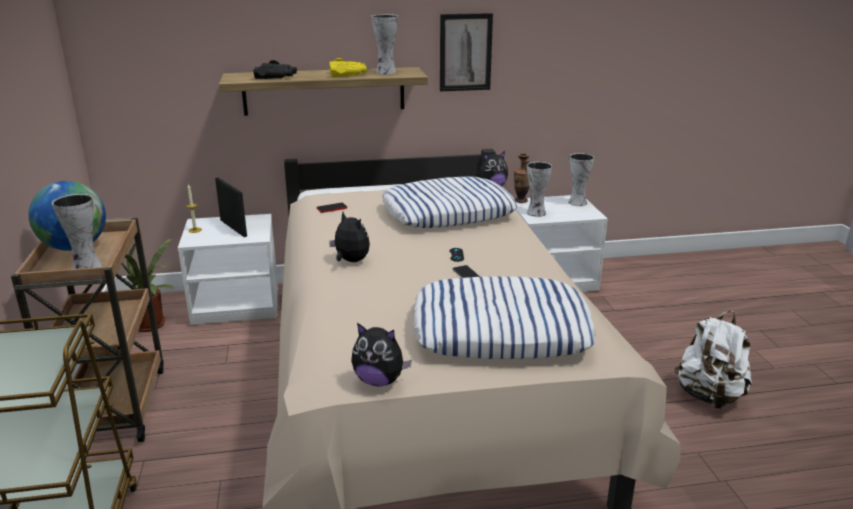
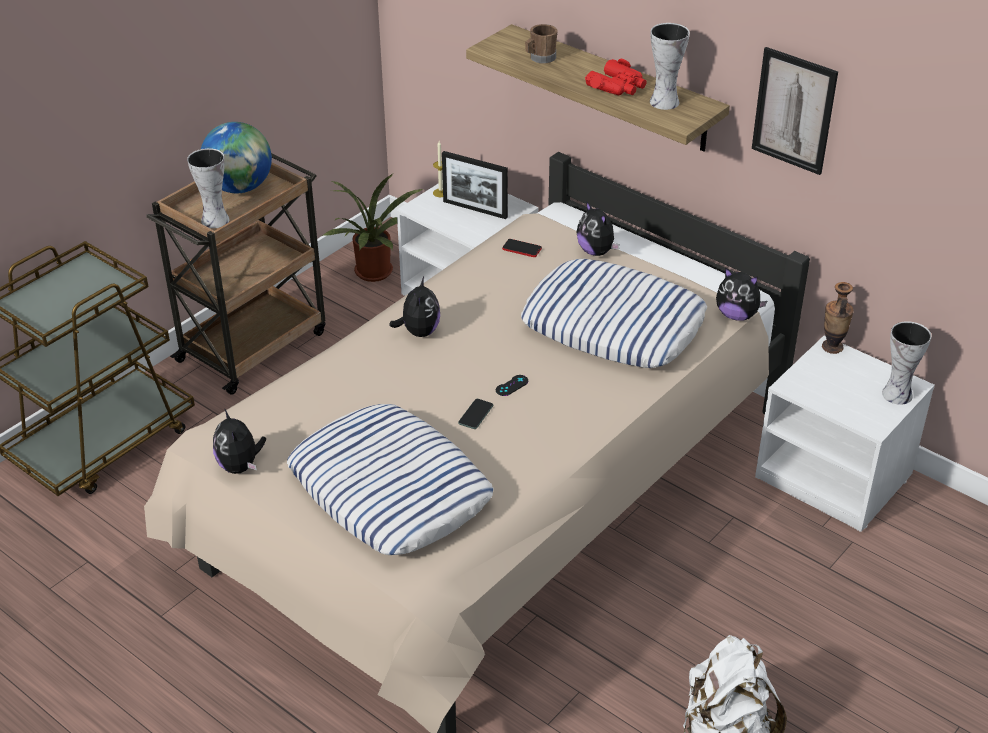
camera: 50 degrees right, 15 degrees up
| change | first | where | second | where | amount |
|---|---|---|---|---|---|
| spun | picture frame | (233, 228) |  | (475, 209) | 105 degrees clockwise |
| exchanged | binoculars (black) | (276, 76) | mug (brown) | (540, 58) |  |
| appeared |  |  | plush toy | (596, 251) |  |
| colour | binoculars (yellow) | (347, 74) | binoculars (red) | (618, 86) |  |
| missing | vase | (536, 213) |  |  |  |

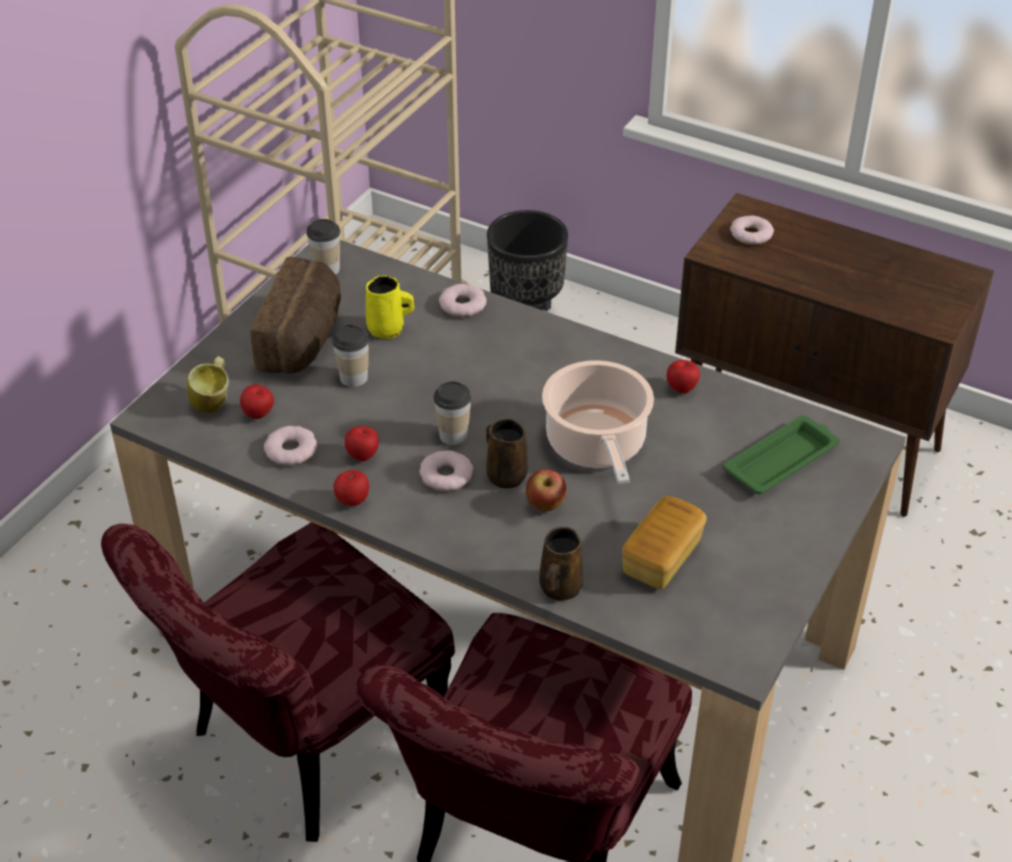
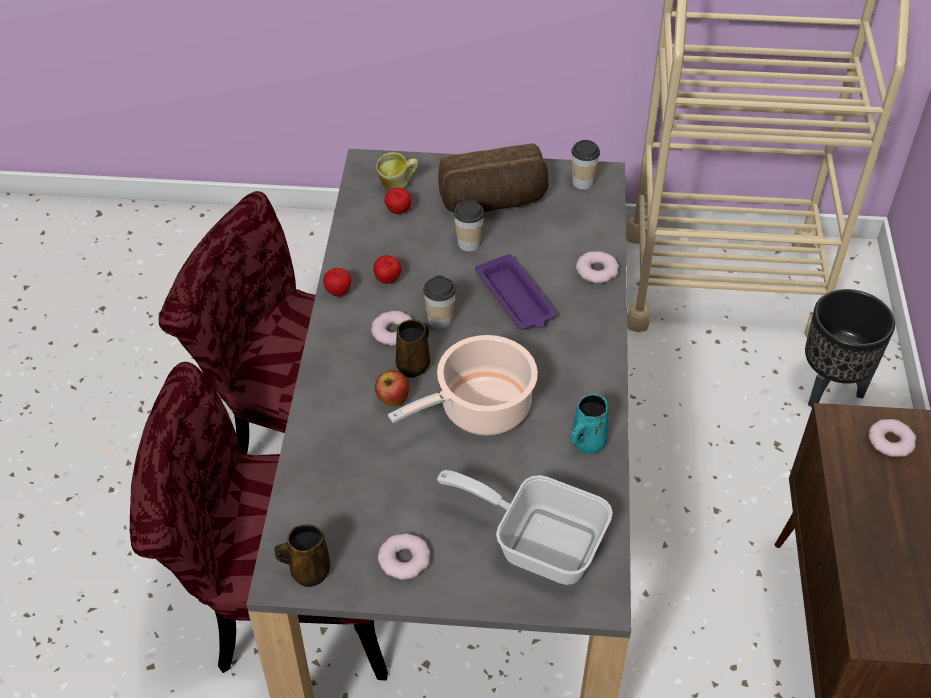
camera: 65 degrees right, 5 degrees up
| change | first | where | second | where | amount |
|---|---|---|---|---|---|
| relocated | mug (brown) | (559, 588) |  | (308, 571) |  |
| relocated | donut | (291, 450) |  | (404, 559) |  |
| exchanged | tray (green) | (782, 460) | frying pan | (538, 541) |  |
| appeared |  |  | tray (purple) | (516, 299) |  |
| exchanged | apple | (681, 389) | mug (turquoise) | (586, 443) |  |
| missing | mug (yellow) | (388, 329) |  |  |  |
| missing | bread | (662, 558) |  |  |  |

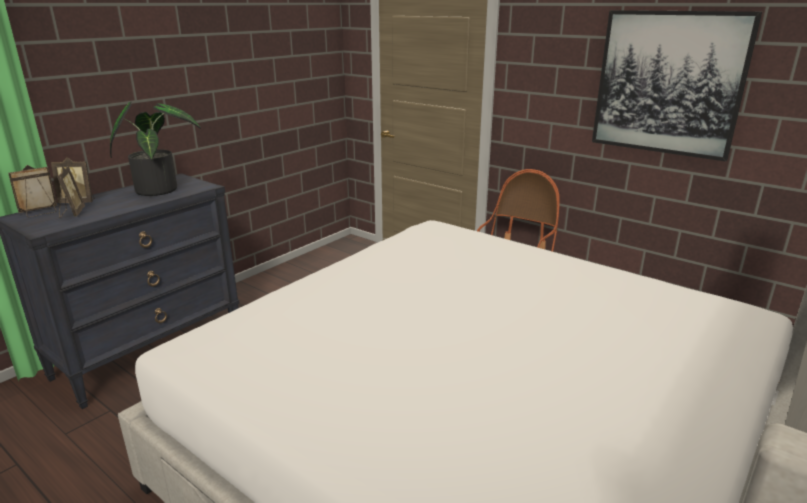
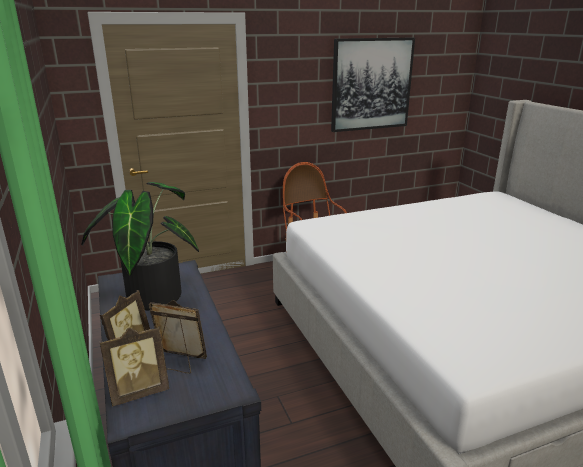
camera: 60 degrees left, 0 degrees up
| change | first | where | second | where | amount |
|---|---|---|---|---|---|
| spun | picture frame | (40, 212) |  | (139, 391) | 105 degrees counterclockwise |

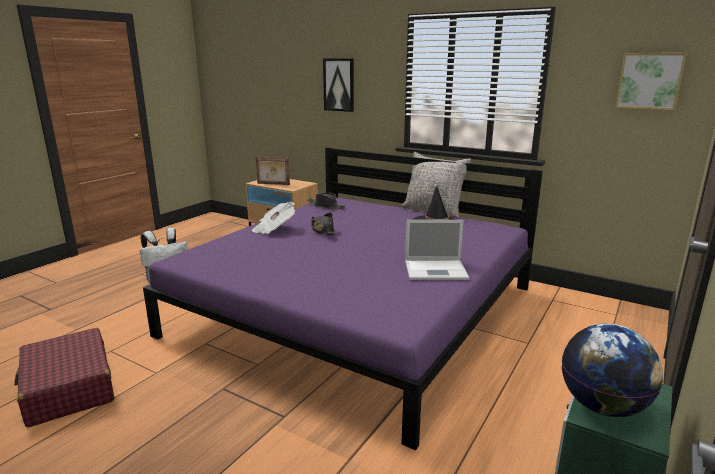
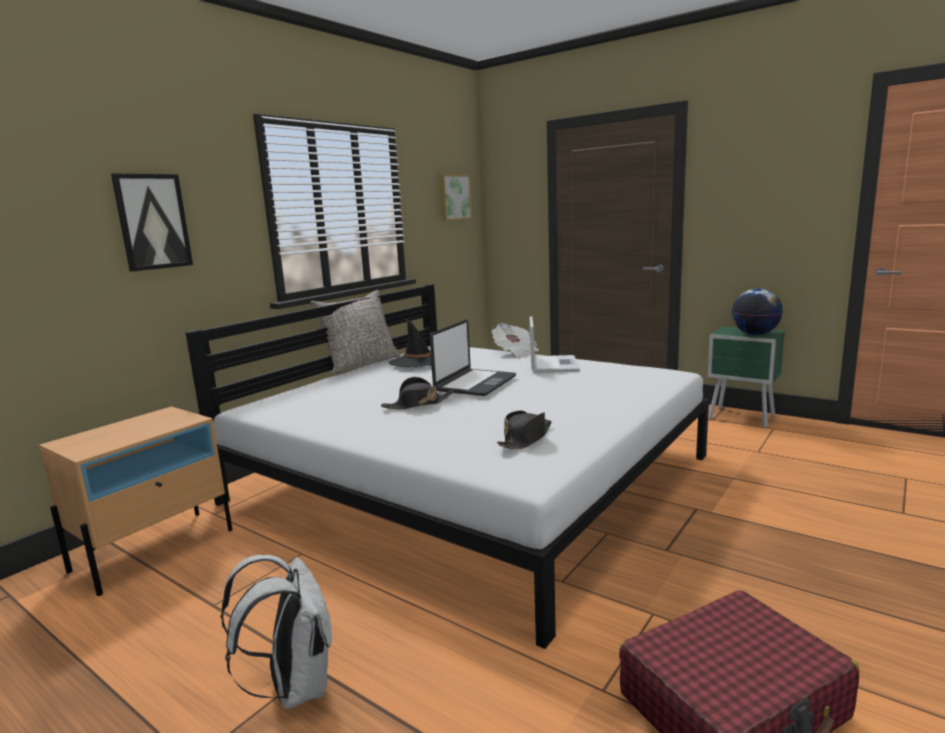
camera: 85 degrees left, 5 degrees down
| change | first | where | second | where | amount |
|---|---|---|---|---|---|
| colour | bed (purple) | (357, 310) | bed (white) | (471, 478) |  |
| appeared |  |  | laptop | (474, 383) |  |
| relocated | newspaper | (274, 229) |  | (515, 353) |  |
| relocated | hat (black) | (326, 206) |  | (525, 439) |  |
| missing | picture frame | (273, 184) |  |  |  |

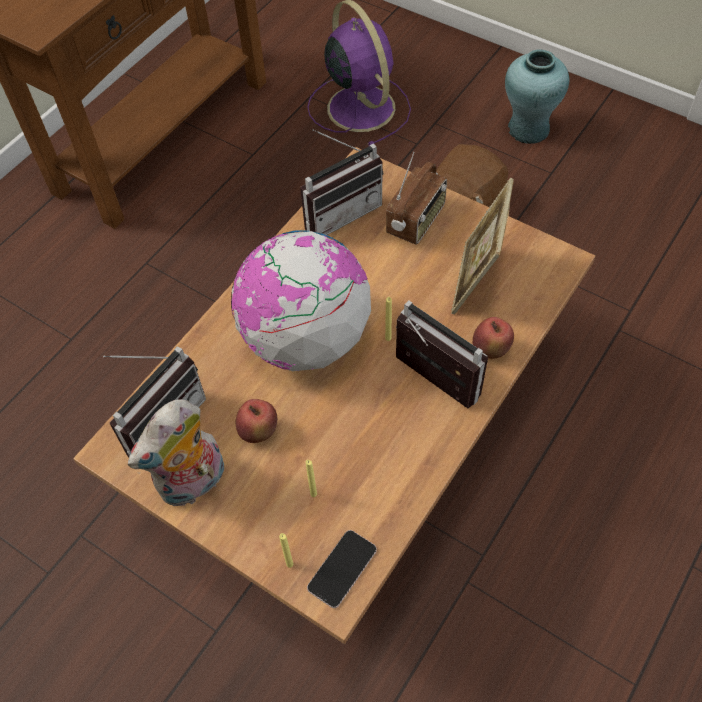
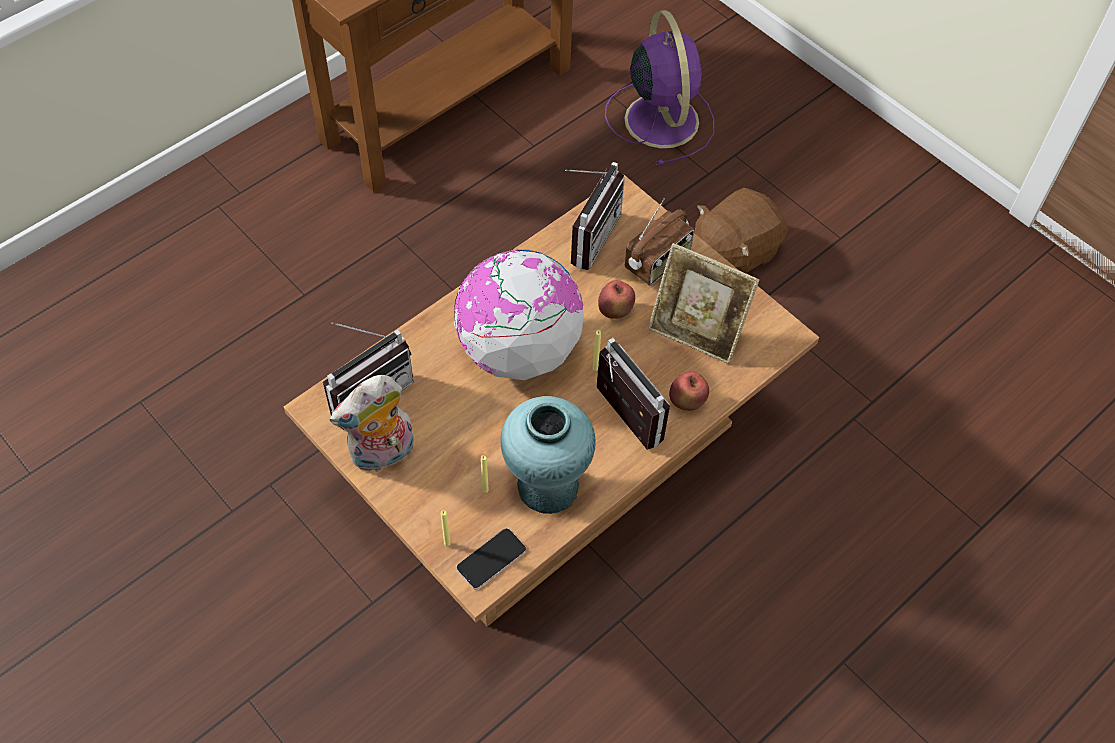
camera: 10 degrees right, 0 degrees up
| change | first | where | second | where | amount |
|---|---|---|---|---|---|
| relocated | vase (turquoise) | (528, 129) |  | (547, 487) |  |
| spun | radio | (339, 211) |  | (587, 235) | 45 degrees counterclockwise |
| relocated | apple | (259, 432) |  | (615, 311) |  |
| spun | picture frame | (476, 281) |  | (695, 334) | 90 degrees counterclockwise |

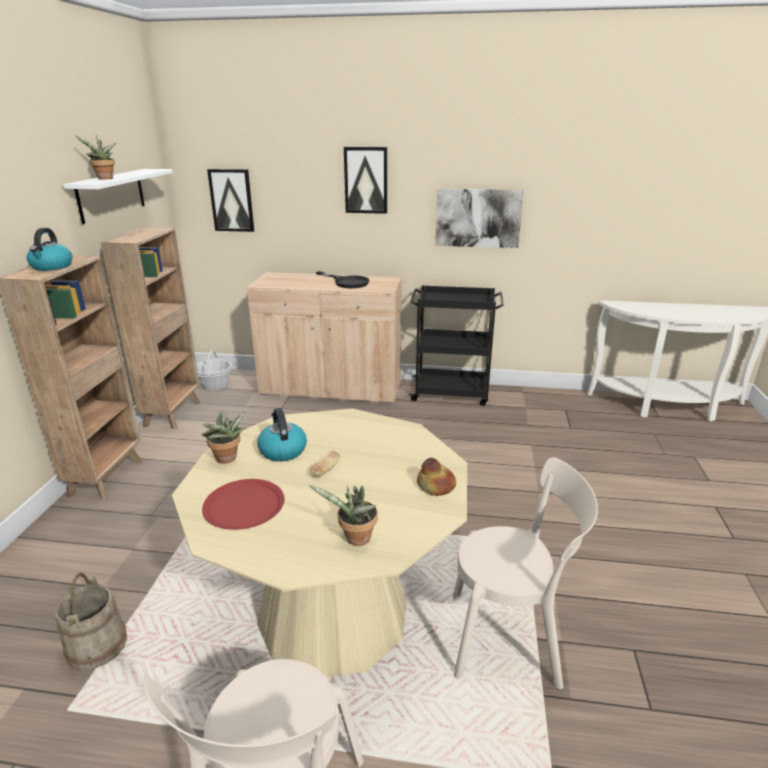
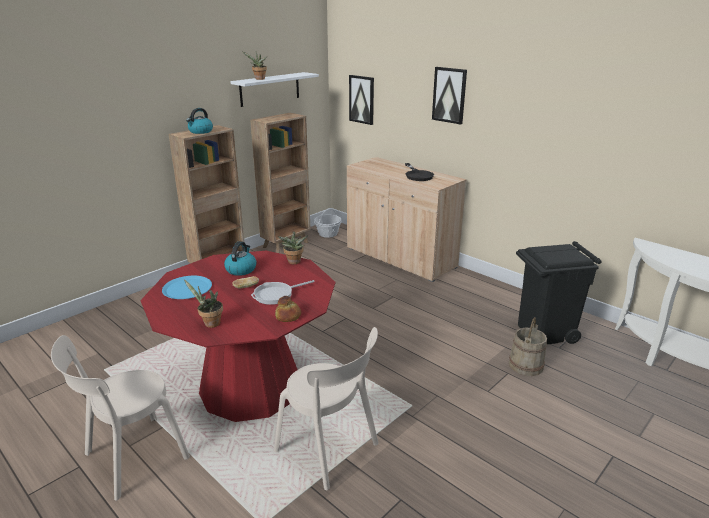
camera: 35 degrees right, 0 degrees up
| change | first | where | second | where | amount |
|---|---|---|---|---|---|
| colour | dining table (beige) | (333, 613) | dining table (red) | (251, 387) |  |
| colour | plate (red) | (244, 505) | plate (blue) | (187, 288) |  |
| appeared |  |  | frying pan | (276, 295) |  |
| relocated | potted plant | (227, 459) |  | (293, 262) |  |
| relocated | bucket (beige) | (97, 646) |  | (526, 365) |  |
| appeared |  |  | trash can (black) | (545, 331) |  |
| missing | cart (black) | (452, 393) |  |  |  |
| missing | picture | (478, 218) |  |  |  |

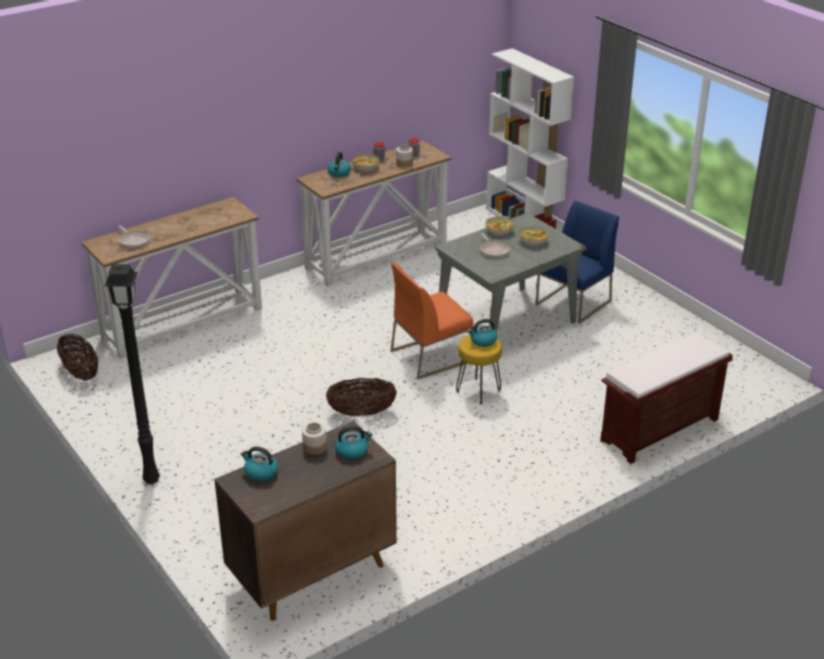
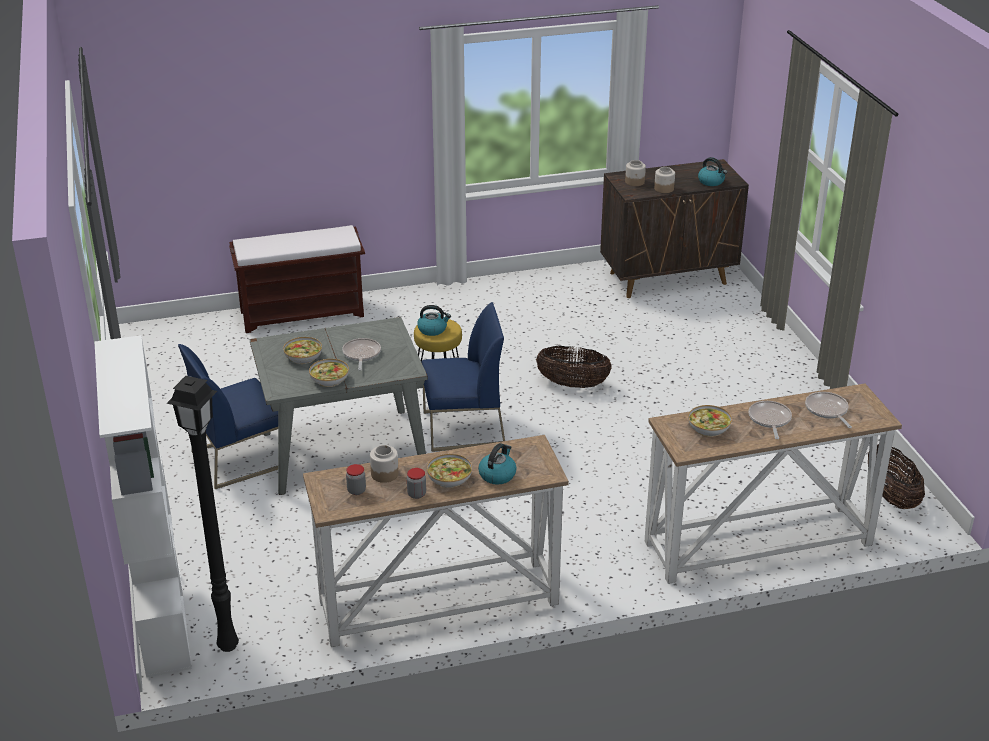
camera: 160 degrees left, 0 degrees up
| change | first | where | second | where | amount |
|---|---|---|---|---|---|
| relocated | floor lamp (black) | (152, 480) |  | (227, 644) |  |
| colour | chair (orange) | (430, 356) | chair (blue) | (463, 428) |  |
| exchanged | kettle | (352, 451) | jar | (635, 182) |  |
| appeared |  |  | bowl | (709, 428) |  |
| appeared |  |  | frying pan | (769, 420) |  |

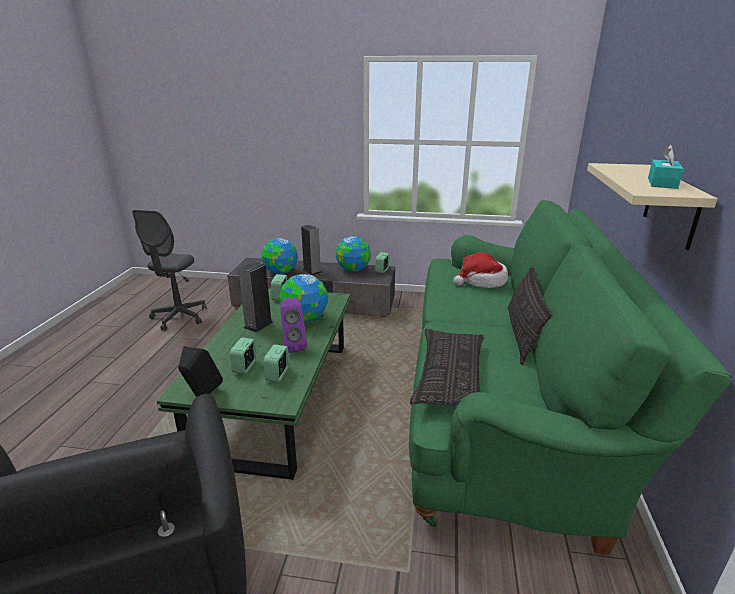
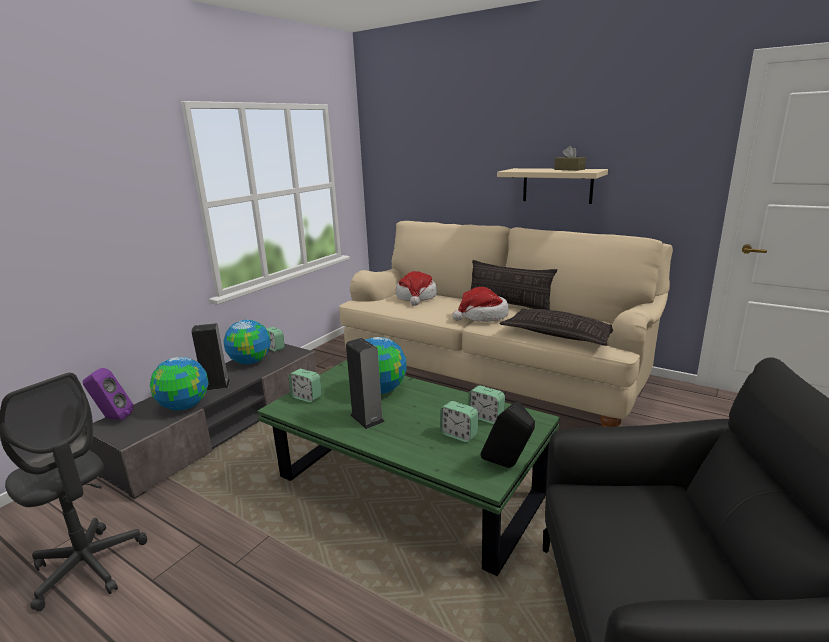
camera: 65 degrees left, 5 degrees down
| change | first | where | second | where | amount |
|---|---|---|---|---|---|
| relocated | speaker (purple) | (293, 346) |  | (112, 418) |  |
| colour | sofa (green) | (504, 404) | sofa (beige) | (494, 374) |  |
| appeared |  |  | hat | (483, 316) |  |
| colour | tissue box (turquoise) | (662, 183) | tissue box (brown) | (569, 169) |  |

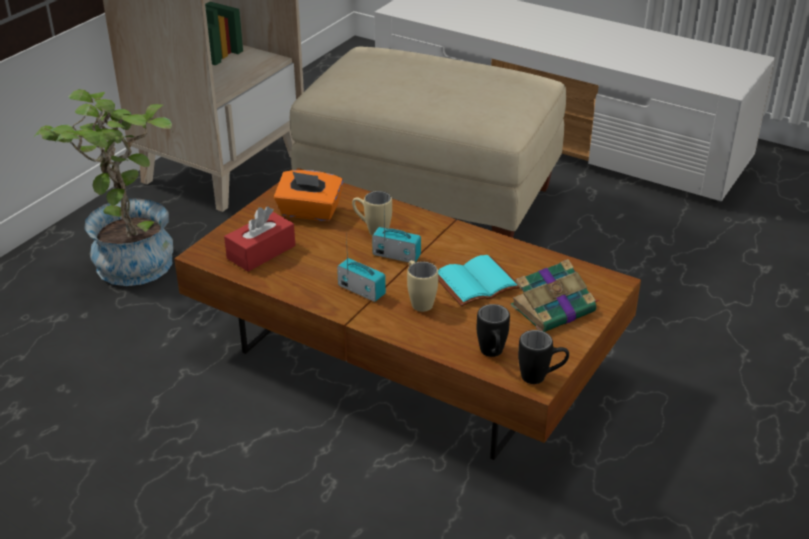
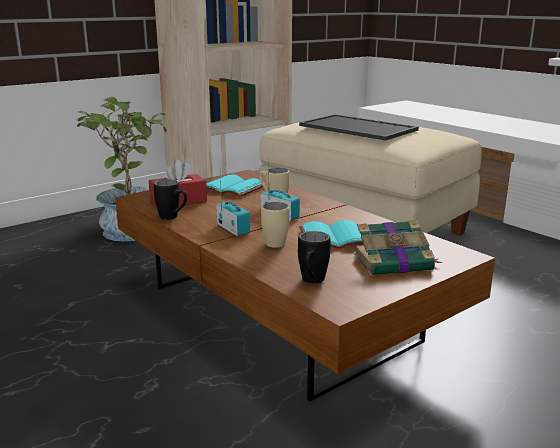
camera: 20 degrees right, 15 degrees down
| change | first | where | second | where | amount |
|---|---|---|---|---|---|
| relocated | mug (black) | (541, 377) |  | (173, 218) |  |
| exchanged | tissue box (orange) | (309, 212) | book (turquoise) | (235, 188) |  |
| appeared |  |  | tray | (359, 127) |  |

